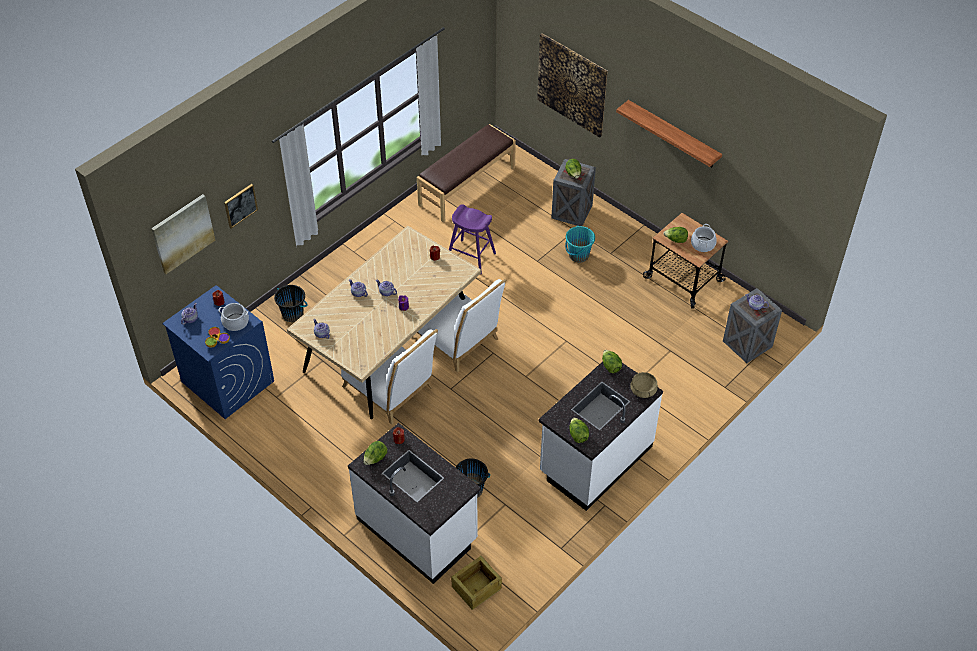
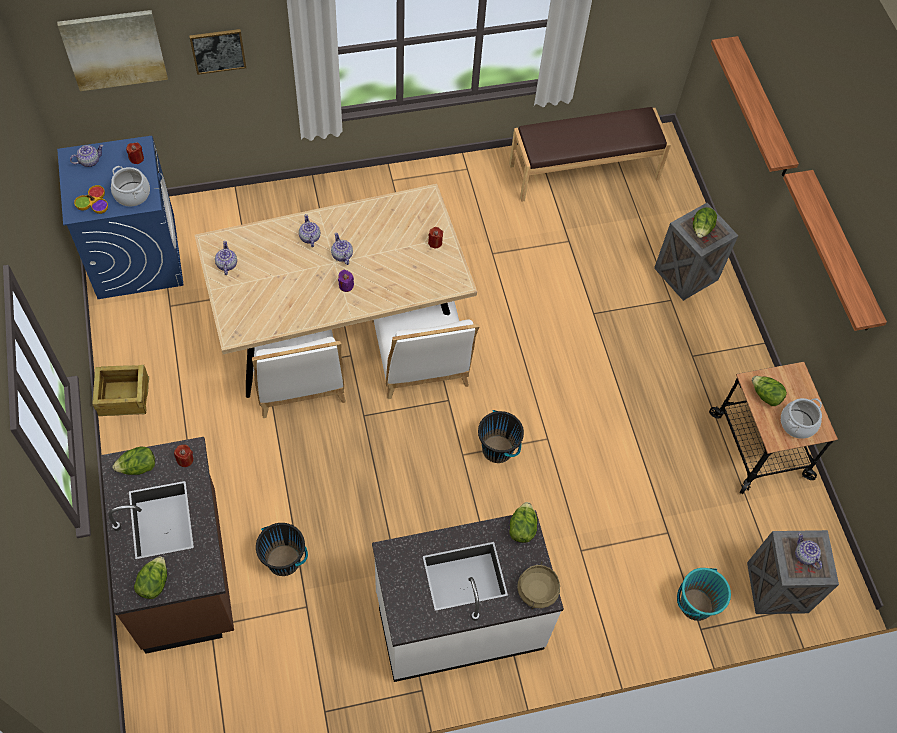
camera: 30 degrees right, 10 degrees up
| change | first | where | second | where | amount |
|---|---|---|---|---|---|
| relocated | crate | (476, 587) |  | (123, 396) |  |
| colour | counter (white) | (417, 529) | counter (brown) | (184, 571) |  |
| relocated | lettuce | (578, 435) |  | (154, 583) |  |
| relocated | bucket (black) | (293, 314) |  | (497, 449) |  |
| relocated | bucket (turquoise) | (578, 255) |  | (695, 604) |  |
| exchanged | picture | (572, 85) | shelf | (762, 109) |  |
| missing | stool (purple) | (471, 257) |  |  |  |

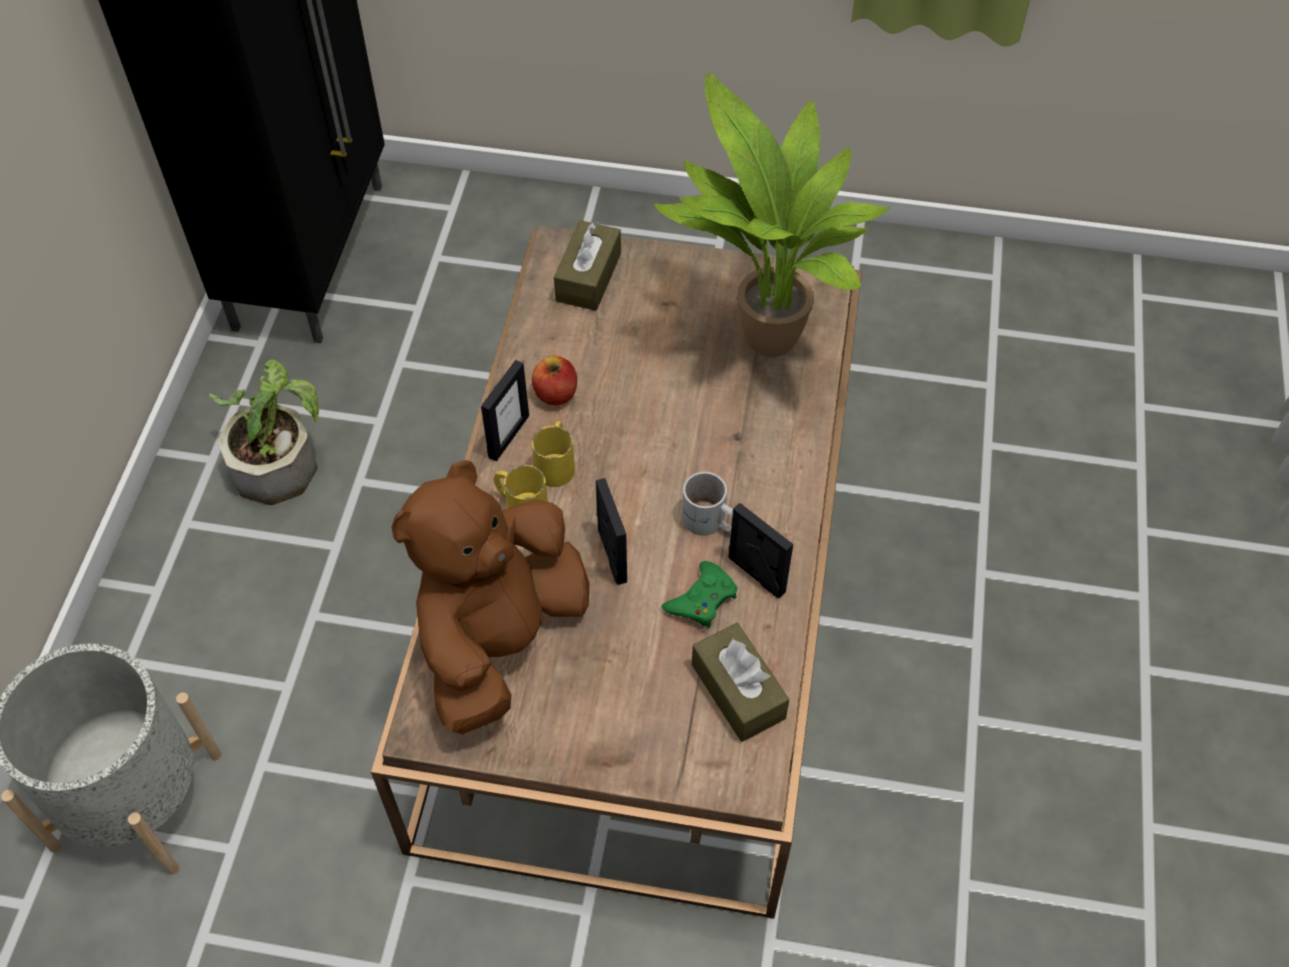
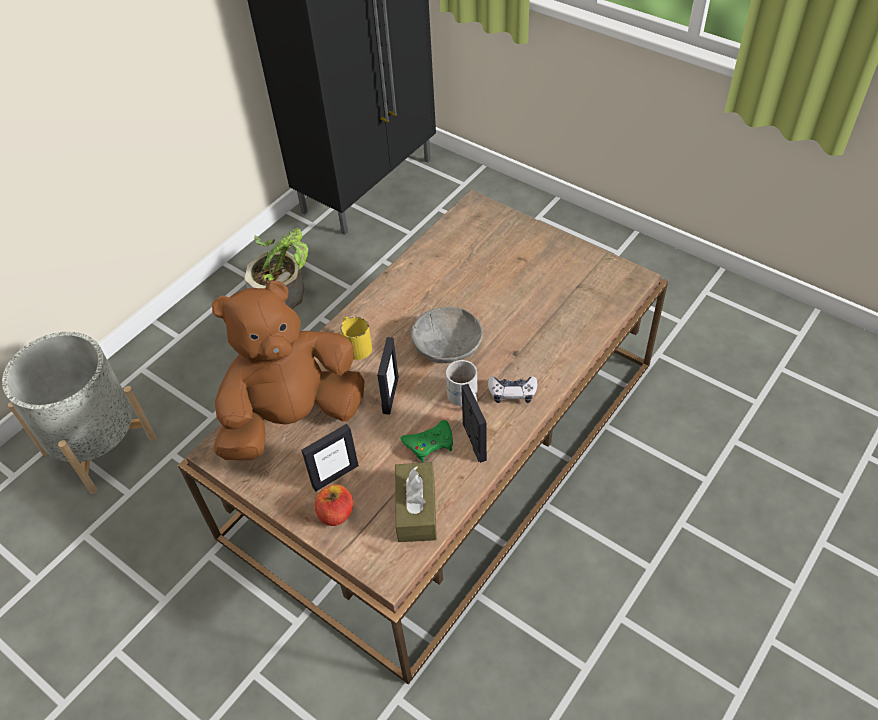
camera: 30 degrees right, 5 degrees down
| change | first | where | second | where | amount |
|---|---|---|---|---|---|
| relocated | picture frame | (508, 436) |  | (335, 476) |  |
| relocated | apple | (555, 393) |  | (336, 513) |  |
| appeared |  |  | bowl (grey) | (448, 349) |  |
| appeared |  |  | game controller | (512, 393) |  |
| missing | mug (yellow) | (556, 463) |  |  |  |
| missing | tissue box (brown) | (588, 277) |  |  |  |
| missing | potted plant | (762, 344) |  |  |  |

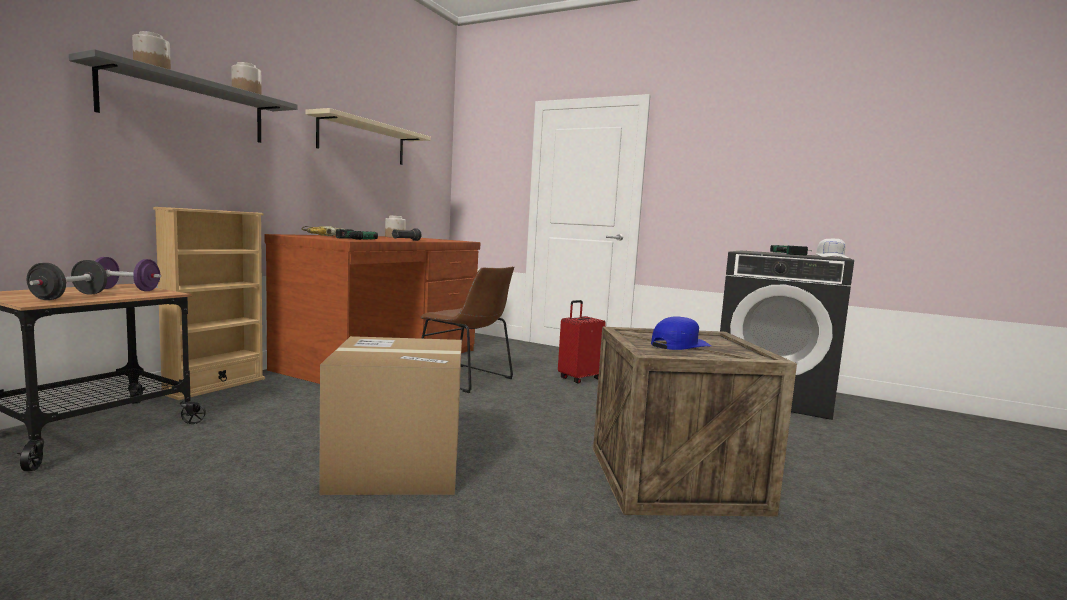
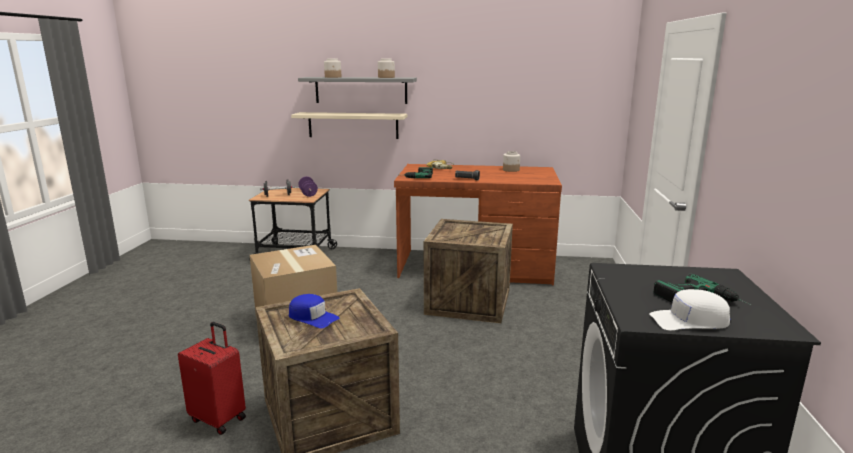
camera: 70 degrees right, 10 degrees up
| change | first | where | second | where | amount |
|---|---|---|---|---|---|
| relocated | suitcase (red) | (578, 378) |  | (219, 418) |  |
| relocated | shelf (beige) | (363, 141) |  | (353, 125) |  |
| exchanged | chair (brown) | (466, 379) | crate | (468, 302) |  |
| missing | bookcase (beige) | (215, 386) |  |  |  |

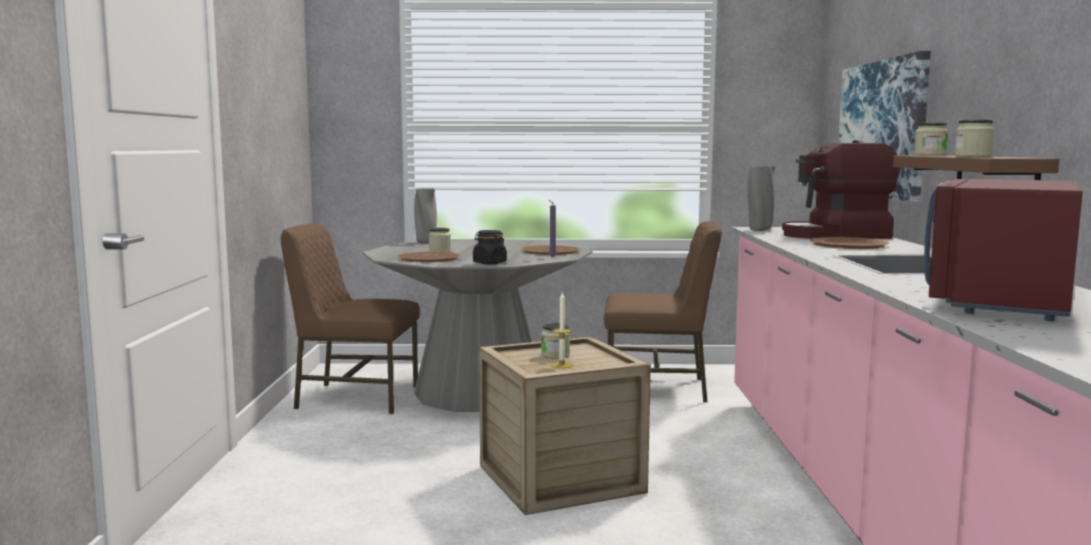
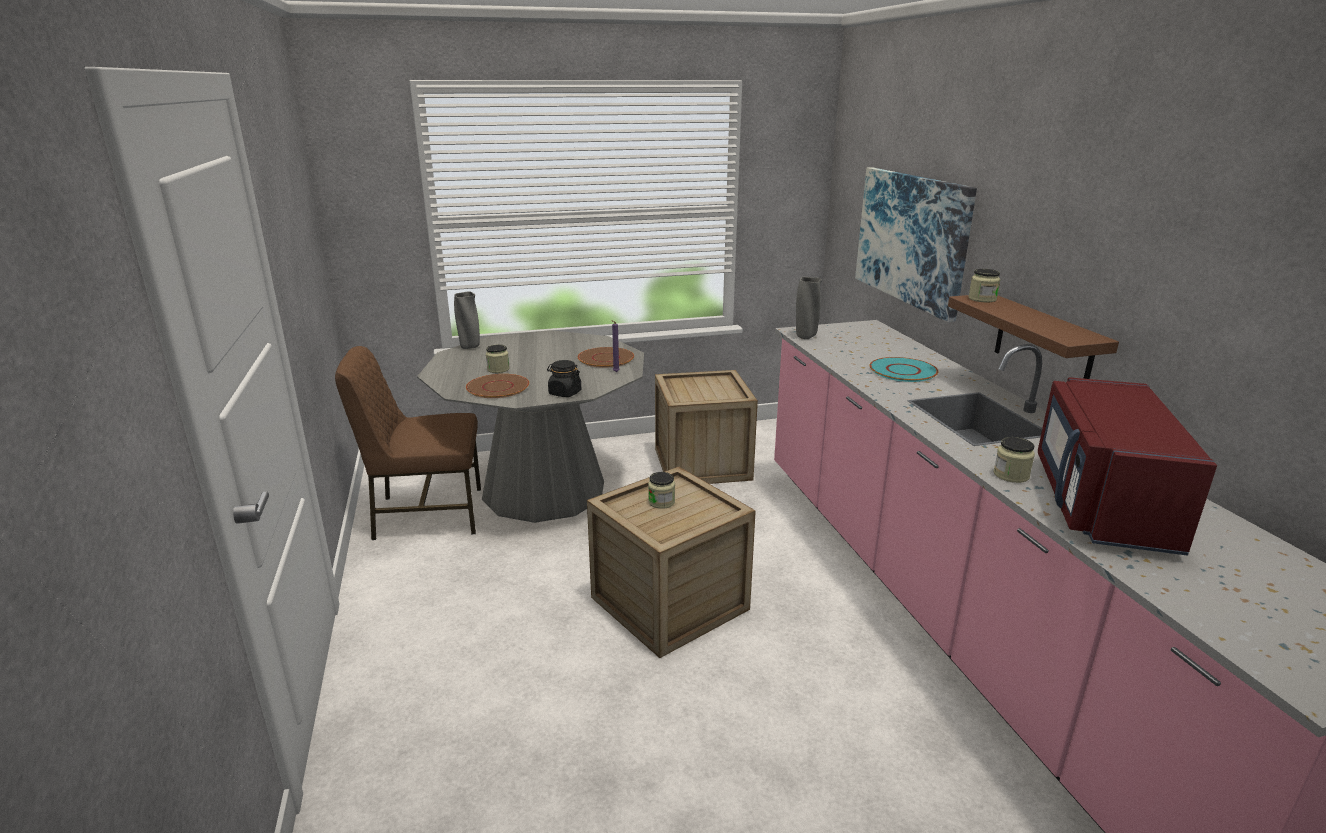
camera: 15 degrees left, 15 degrees up
| change | first | where | second | where | amount |
|---|---|---|---|---|---|
| exchanged | chair (brown) | (658, 388) | crate | (702, 464) |  |
| colour | plate (brown) | (848, 245) | plate (turquoise) | (902, 371) |  |
| relocated | jar | (972, 156) |  | (1011, 475) |  |
| missing | candle | (561, 365) |  |  |  |
| missing | coffee machine | (836, 235) |  |  |  |

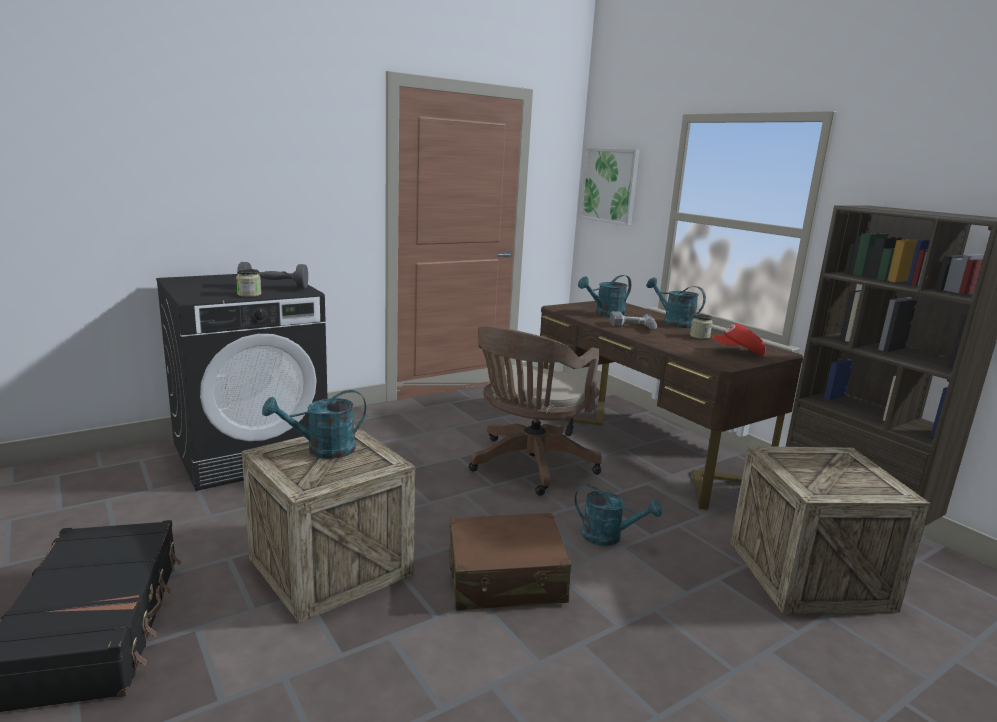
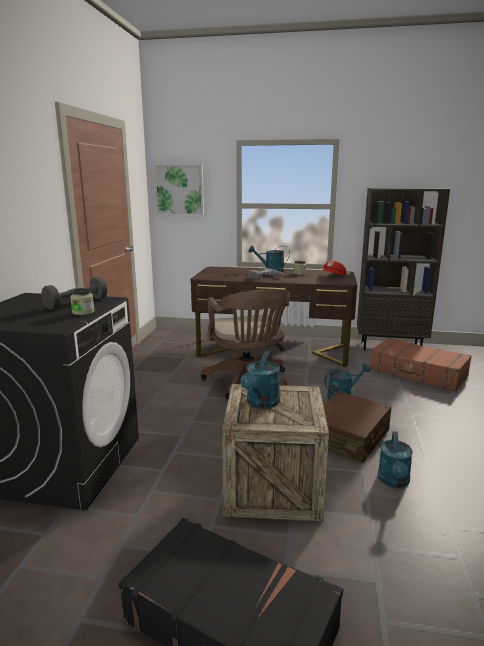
camera: 45 degrees left, 0 degrees up
| change | first | where | second | where | amount |
|---|---|---|---|---|---|
| exchanged | crate | (808, 575) | suitcase (brown) | (417, 373) |  |
| relocated | watering can (turquoise) | (605, 315) |  | (394, 482) |  |

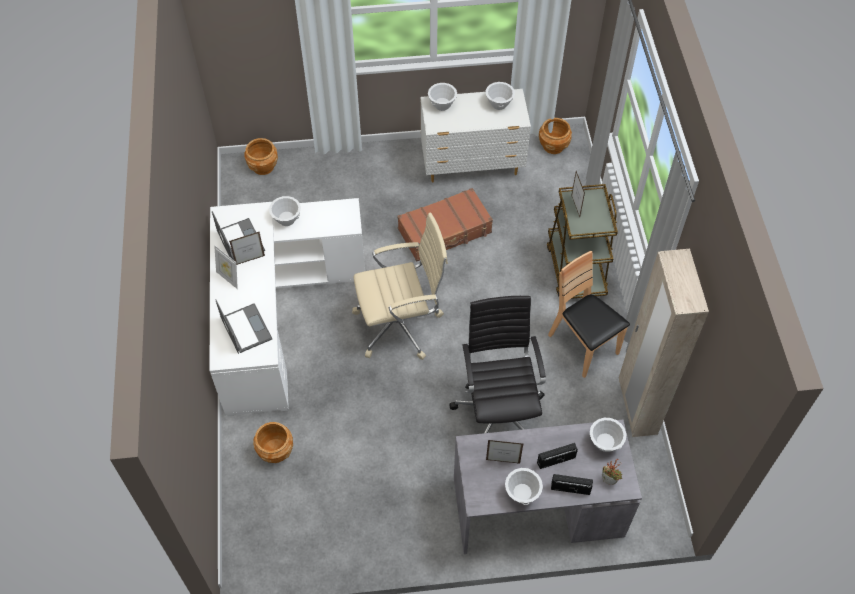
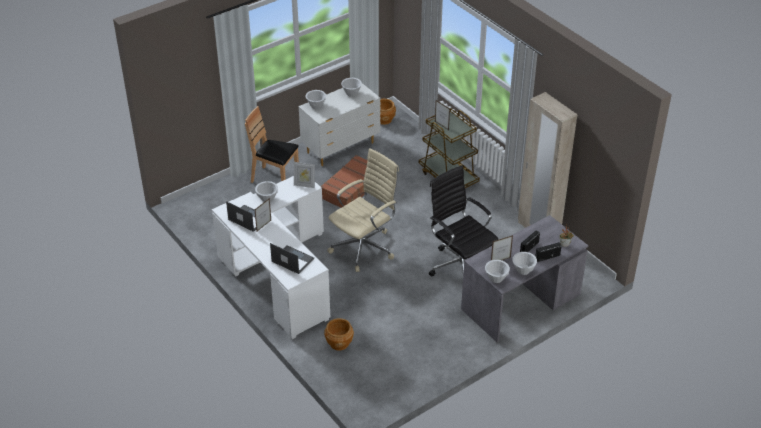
camera: 30 degrees left, 15 degrees down
| change | first | where | second | where | amount |
|---|---|---|---|---|---|
| relocated | chair (brown) | (583, 346) |  | (275, 179) |  |
| relocated | picture frame | (229, 278) |  | (304, 185) |  |
| relocated | bowl (white) | (604, 443) |  | (496, 278) |  |
| missing | planter (brown) | (263, 167) |  |  |  |

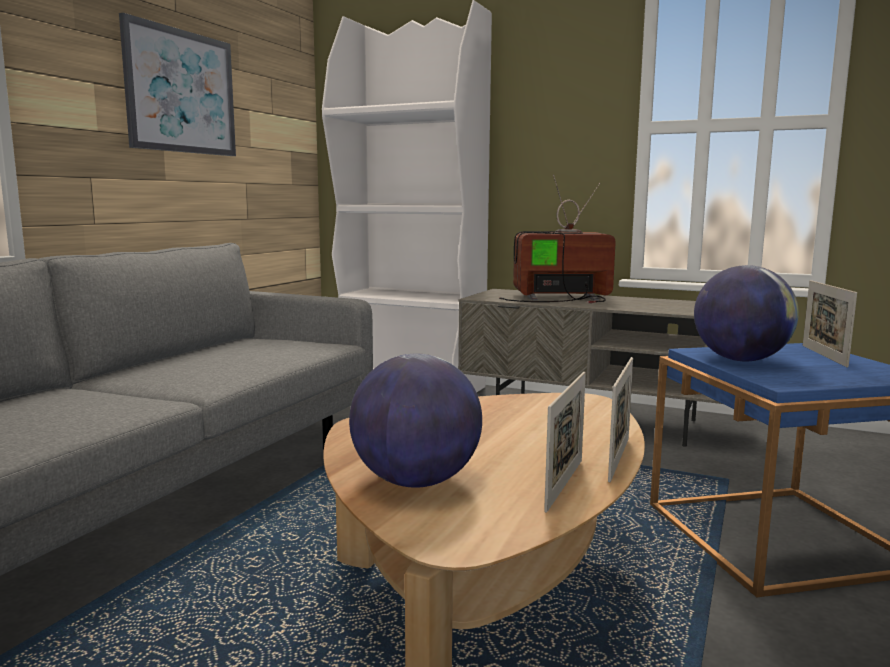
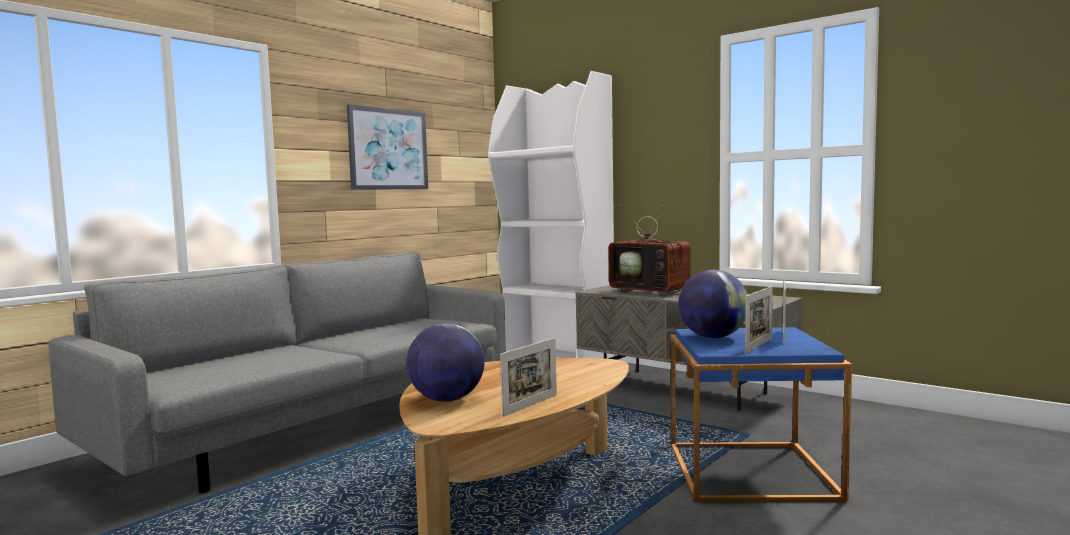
camera: 15 degrees right, 5 degrees down
| change | first | where | second | where | amount |
|---|---|---|---|---|---|
| spun | television | (558, 298) |  | (652, 292) | 150 degrees counterclockwise |
| relocated | picture frame | (619, 459) |  | (759, 345) |  |

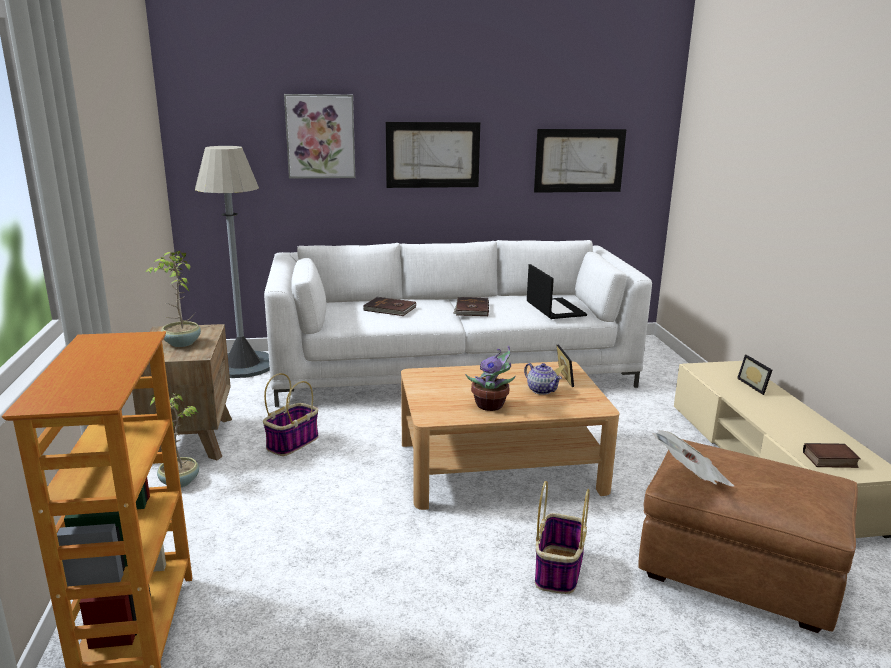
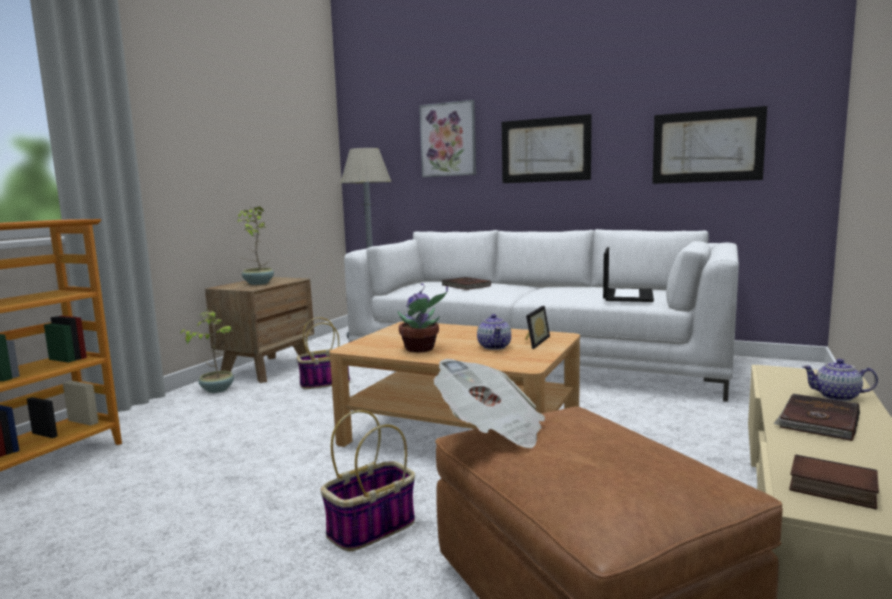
camera: 35 degrees right, 10 degrees down
| change | first | where | second | where | amount |
|---|---|---|---|---|---|
| relocated | book (brown) | (471, 309) |  | (817, 420) |  |
| exchanged | picture frame | (756, 386) | teapot | (837, 396) |  |

